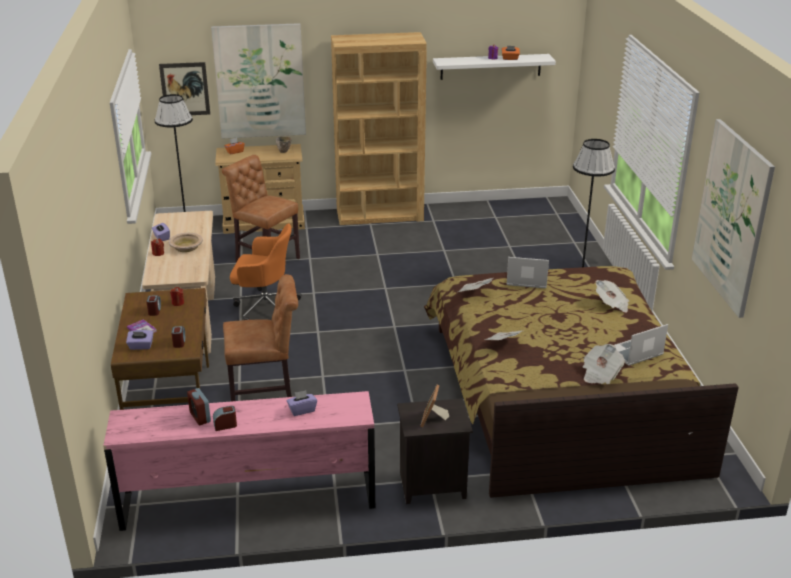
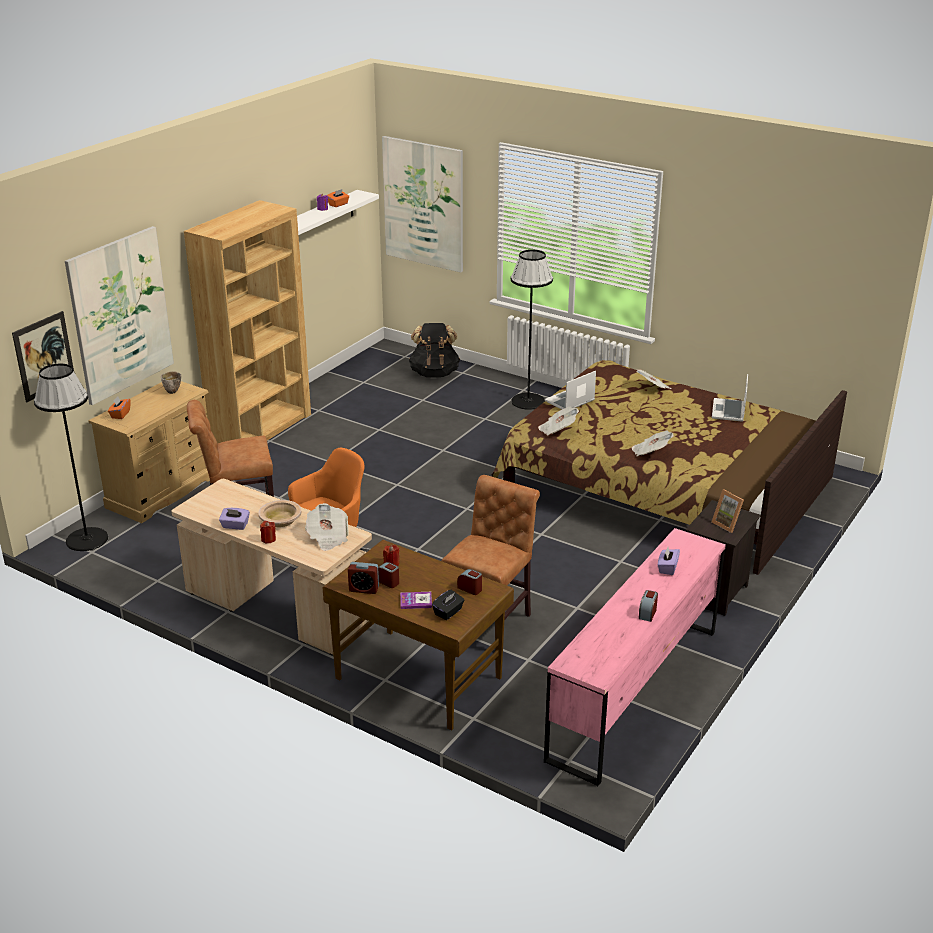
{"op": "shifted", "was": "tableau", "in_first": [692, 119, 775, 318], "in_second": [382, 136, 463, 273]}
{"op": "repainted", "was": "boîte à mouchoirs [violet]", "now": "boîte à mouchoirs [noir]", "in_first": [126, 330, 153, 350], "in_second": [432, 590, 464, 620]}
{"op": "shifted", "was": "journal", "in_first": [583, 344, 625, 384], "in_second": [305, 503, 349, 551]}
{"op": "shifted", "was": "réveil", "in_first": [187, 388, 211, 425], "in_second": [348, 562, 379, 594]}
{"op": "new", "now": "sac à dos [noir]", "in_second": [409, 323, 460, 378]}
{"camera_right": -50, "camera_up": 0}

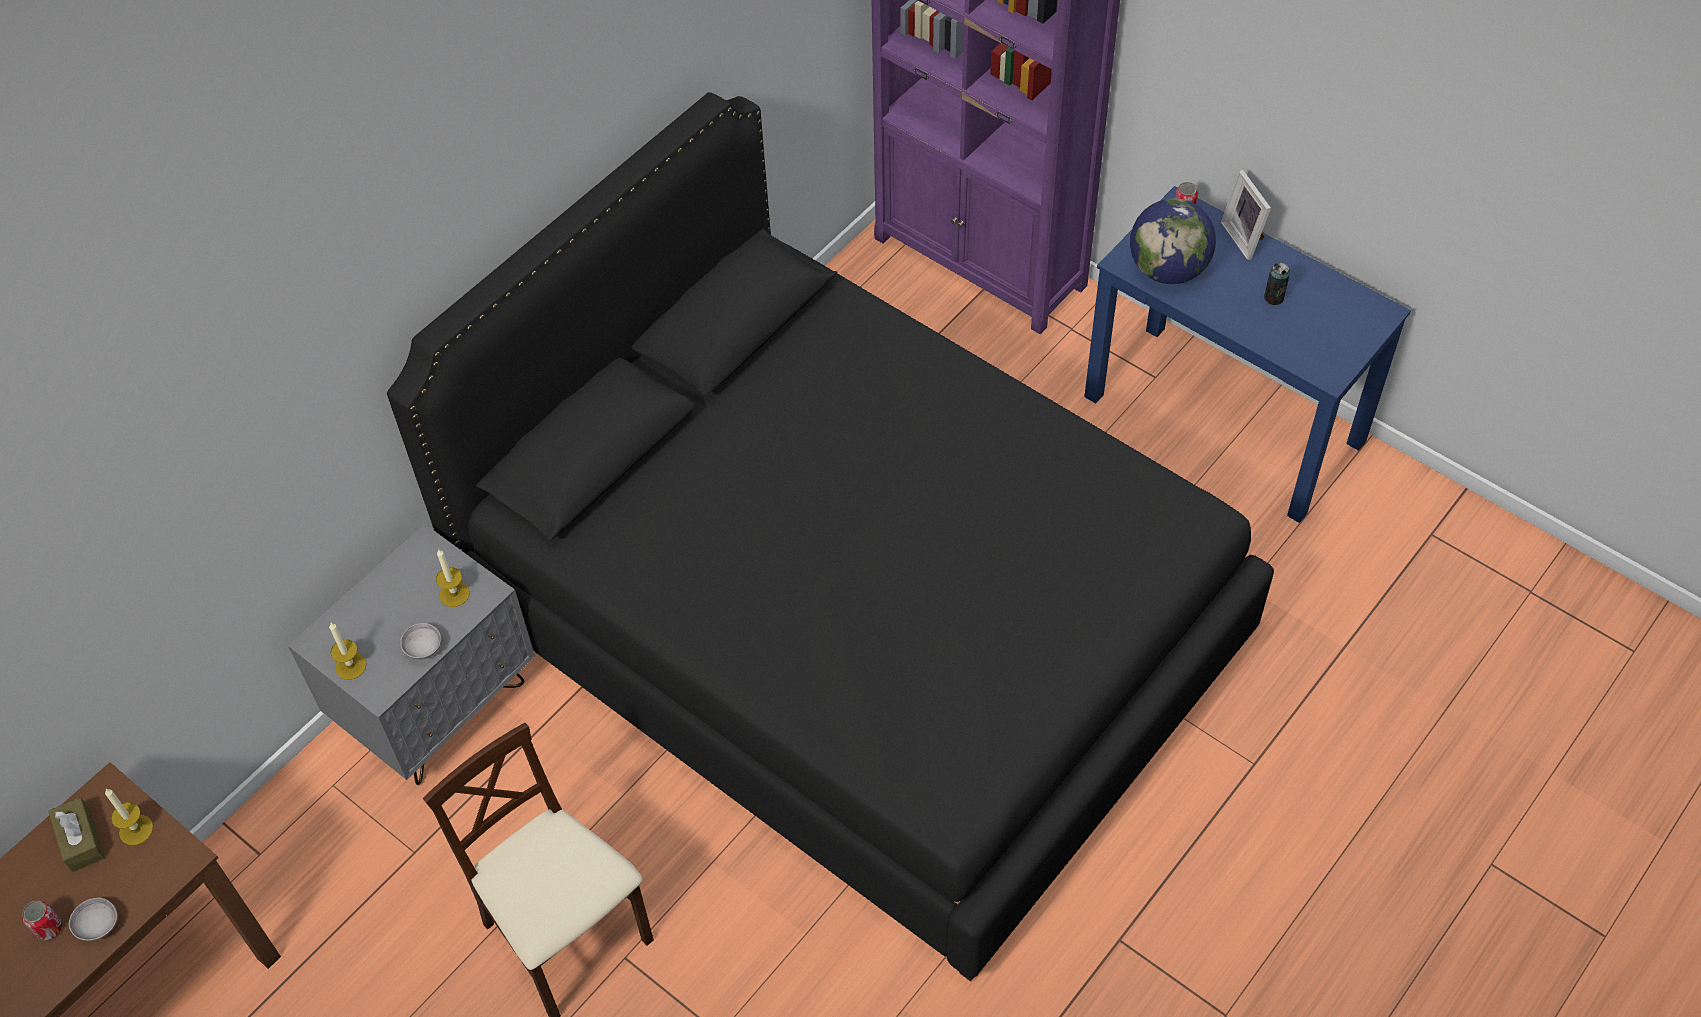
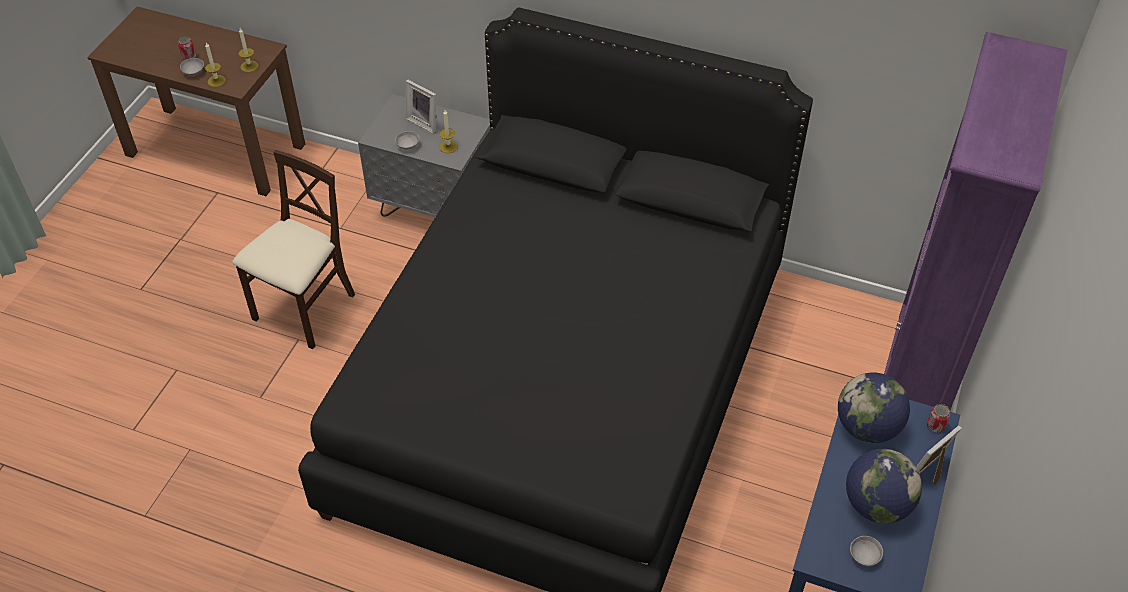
{"op": "swapped", "was": "boîte métallique", "now": "globe", "in_first": [1264, 262, 1290, 305], "in_second": [846, 449, 922, 523]}
{"op": "shifted", "was": "bougie", "in_first": [329, 623, 367, 680], "in_second": [205, 43, 226, 87]}
{"op": "gone", "was": "boîte à mouchoirs [marron]", "in_first": [48, 797, 105, 872]}
{"op": "new", "now": "cadre photo", "in_second": [406, 80, 437, 134]}
{"op": "new", "now": "bol [gris]", "in_second": [850, 536, 883, 566]}
{"camera_right": 70, "camera_up": -5}

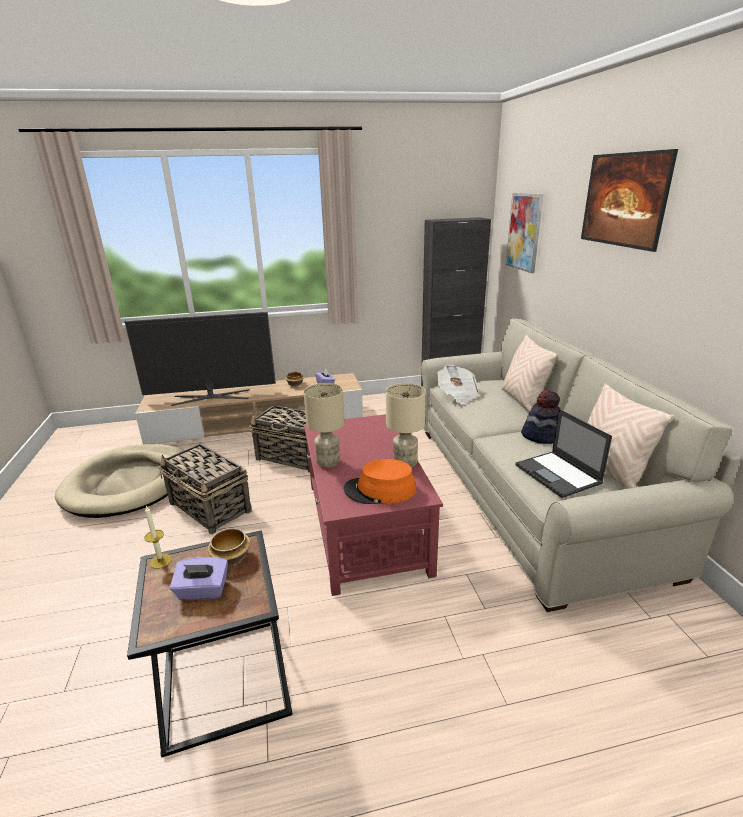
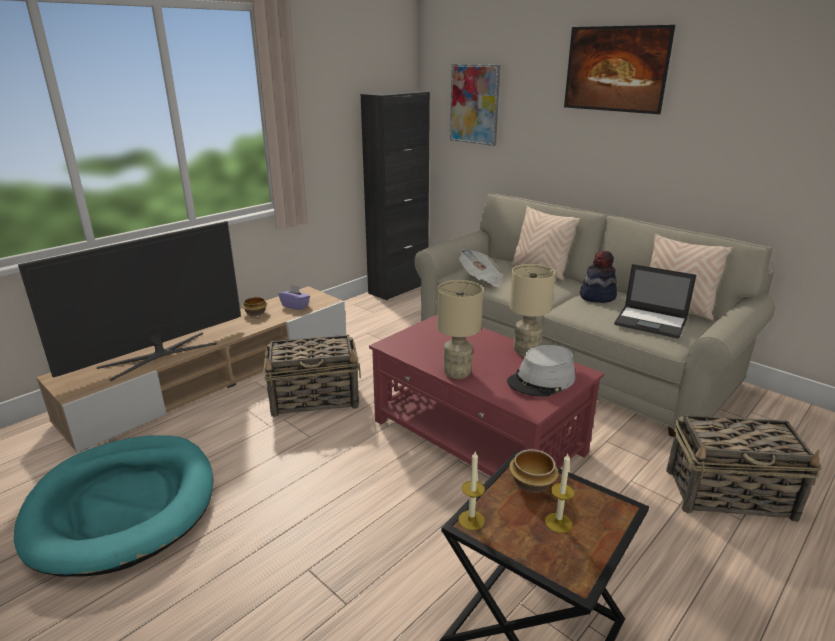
{"op": "repainted", "was": "panier pour chien [beige]", "now": "panier pour chien [turquoise]", "in_first": [55, 444, 183, 518], "in_second": [14, 435, 213, 577]}
{"op": "shifted", "was": "panier", "in_first": [159, 444, 252, 534], "in_second": [666, 415, 821, 522]}
{"op": "repainted", "was": "chapeau [orange]", "now": "chapeau [gris]", "in_first": [343, 459, 416, 504], "in_second": [507, 345, 575, 397]}
{"op": "swapped", "was": "boîte à mouchoirs [violet]", "now": "bougie", "in_first": [170, 557, 228, 600], "in_second": [545, 454, 575, 533]}
{"camera_right": -35, "camera_up": 0}

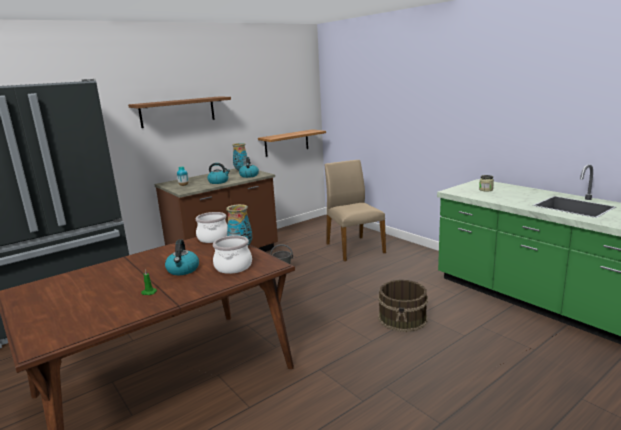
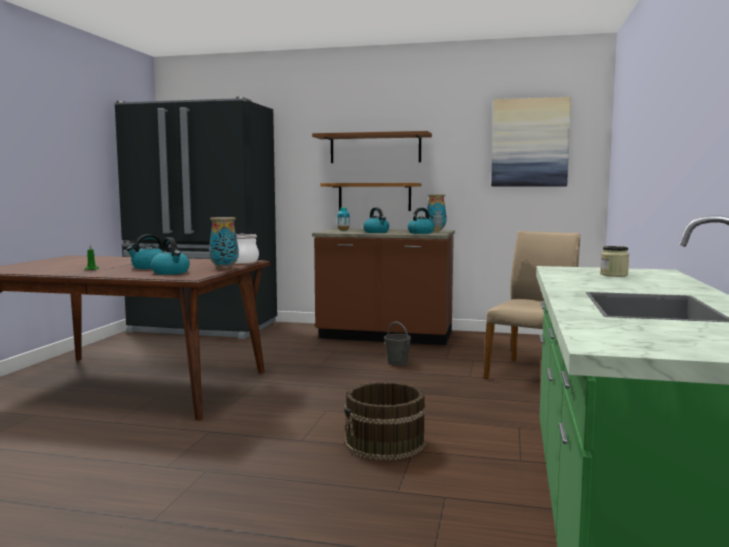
{"op": "shifted", "was": "étagère", "in_first": [258, 129, 326, 157], "in_second": [321, 183, 422, 211]}
{"op": "swapped", "was": "marmite", "now": "bouilloire", "in_first": [213, 235, 252, 274], "in_second": [151, 237, 190, 275]}
{"op": "new", "now": "tableau", "in_second": [491, 97, 571, 186]}
{"camera_right": 50, "camera_up": -10}

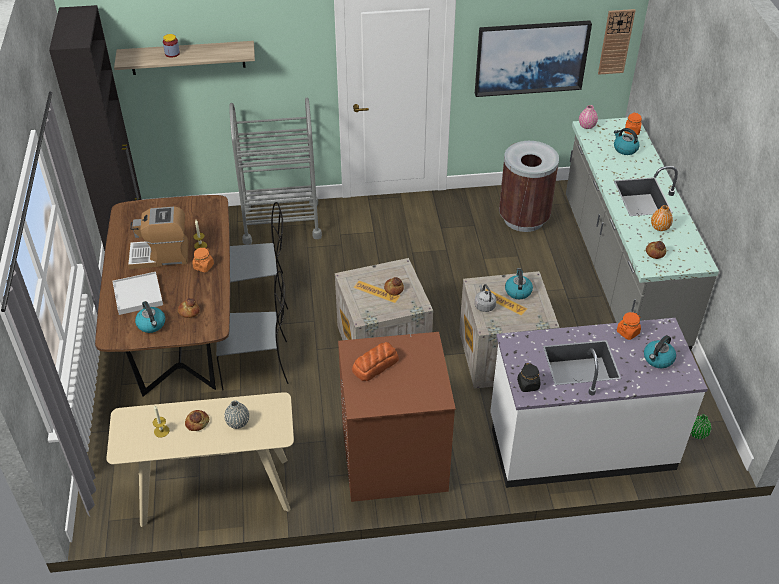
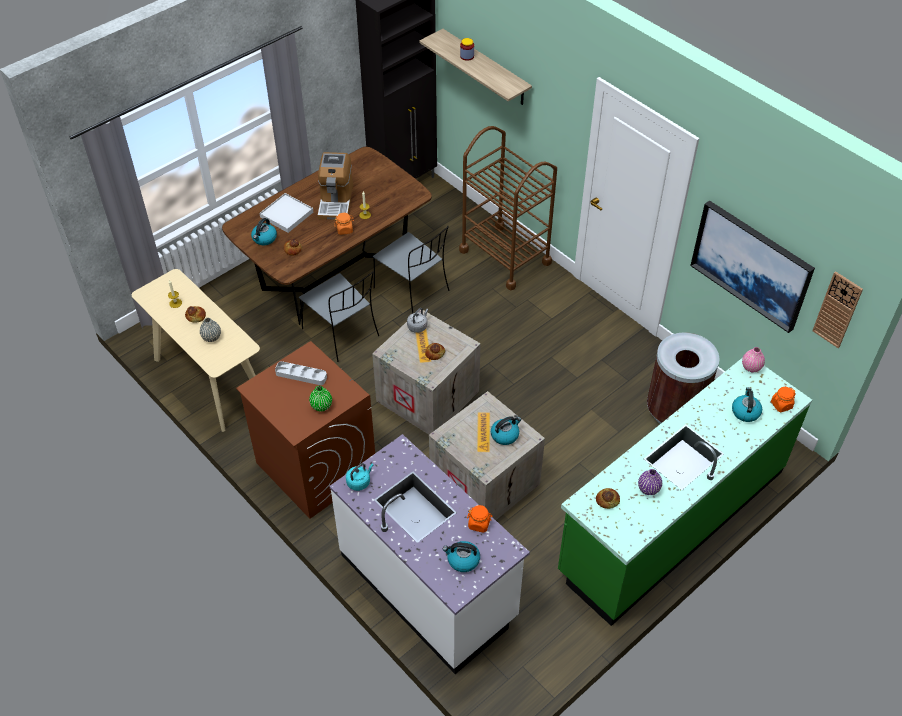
{"op": "repainted", "was": "chariot [gris]", "now": "chariot [marron]", "in_first": [229, 98, 322, 245], "in_second": [459, 126, 557, 290]}
{"op": "repainted", "was": "comptoir de cuisine [gris]", "now": "comptoir de cuisine [vert]", "in_first": [566, 117, 719, 351], "in_second": [558, 358, 812, 626]}
{"op": "repainted", "was": "vase [orange]", "now": "vase [violet]", "in_first": [651, 205, 673, 231], "in_second": [638, 469, 662, 495]}
{"op": "rotated", "was": "machine à café", "in_first": [128, 206, 188, 269], "in_second": [317, 152, 353, 220], "clockwise": -135}
{"op": "shifted", "was": "bouilloire [gris]", "in_first": [475, 284, 496, 312], "in_second": [407, 308, 428, 333]}
{"op": "swapped", "was": "pain", "now": "plateau [gris]", "in_first": [352, 342, 399, 381], "in_second": [275, 361, 327, 385]}
{"op": "swapped", "was": "bocal [noir]", "now": "bouilloire [turquoise]", "in_first": [517, 363, 540, 392], "in_second": [346, 463, 373, 491]}
{"op": "shifted", "was": "vase [vert]", "in_first": [691, 414, 711, 439], "in_second": [309, 386, 332, 411]}
{"camera_right": 55, "camera_up": 5}

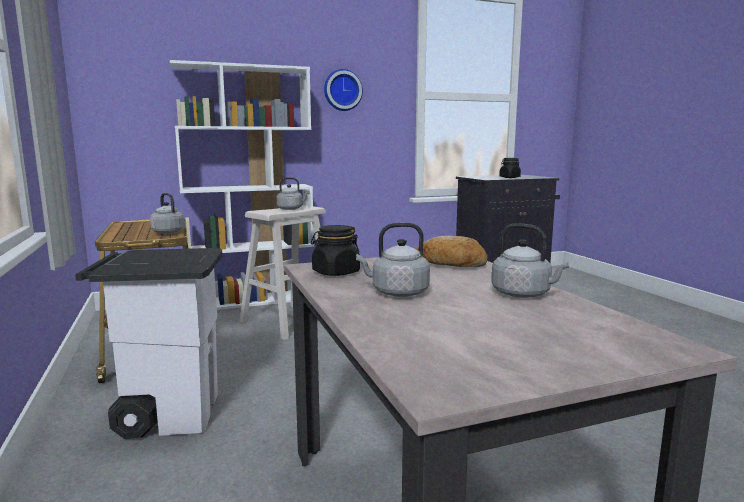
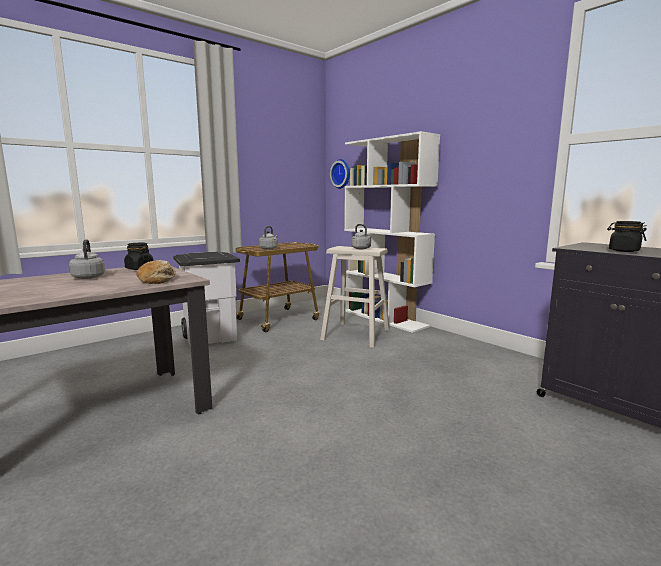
{"op": "shifted", "was": "horloge murale", "in_first": [324, 69, 363, 111], "in_second": [330, 159, 350, 189]}
{"op": "gone", "was": "bouilloire [gris]", "in_first": [491, 223, 569, 298]}
{"camera_right": 70, "camera_up": 0}

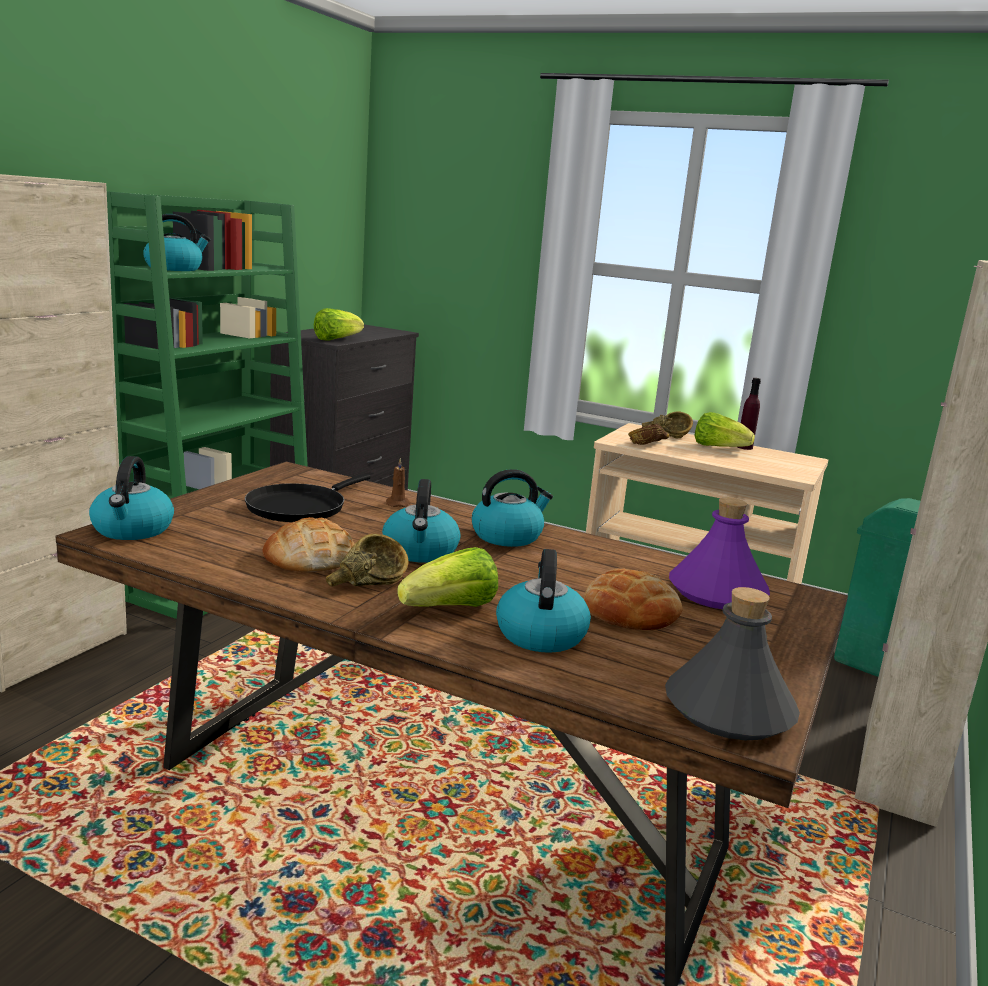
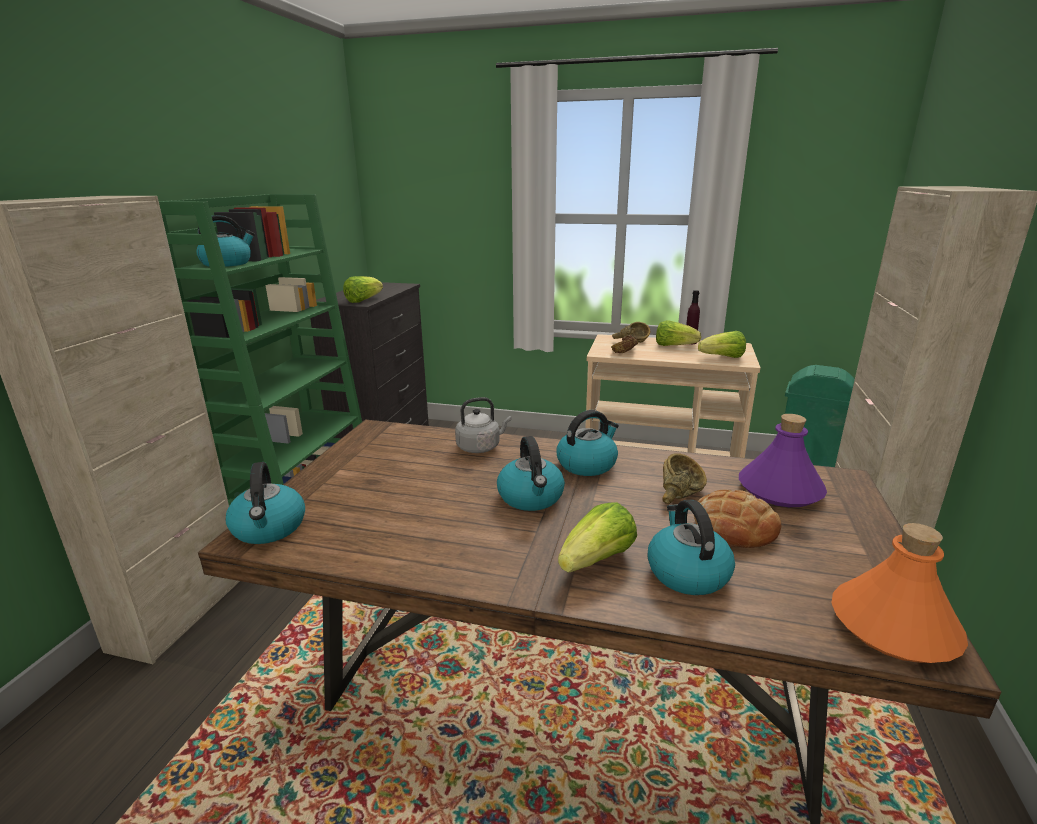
{"op": "swapped", "was": "bougie [marron]", "now": "bouilloire [gris]", "in_first": [386, 458, 411, 507], "in_second": [455, 397, 512, 453]}
{"op": "gone", "was": "poêle [noir]", "in_first": [245, 474, 371, 522]}
{"op": "gone", "was": "pain", "in_first": [262, 517, 354, 572]}
{"op": "shifted", "was": "bol [marron]", "in_first": [326, 534, 409, 587], "in_second": [662, 453, 707, 504]}
{"op": "repainted", "was": "bouteille [gris]", "now": "bouteille [orange]", "in_first": [665, 587, 800, 740], "in_second": [832, 523, 968, 663]}
{"op": "new", "now": "laitue", "in_second": [698, 331, 746, 358]}
{"camera_right": -10, "camera_up": 5}

